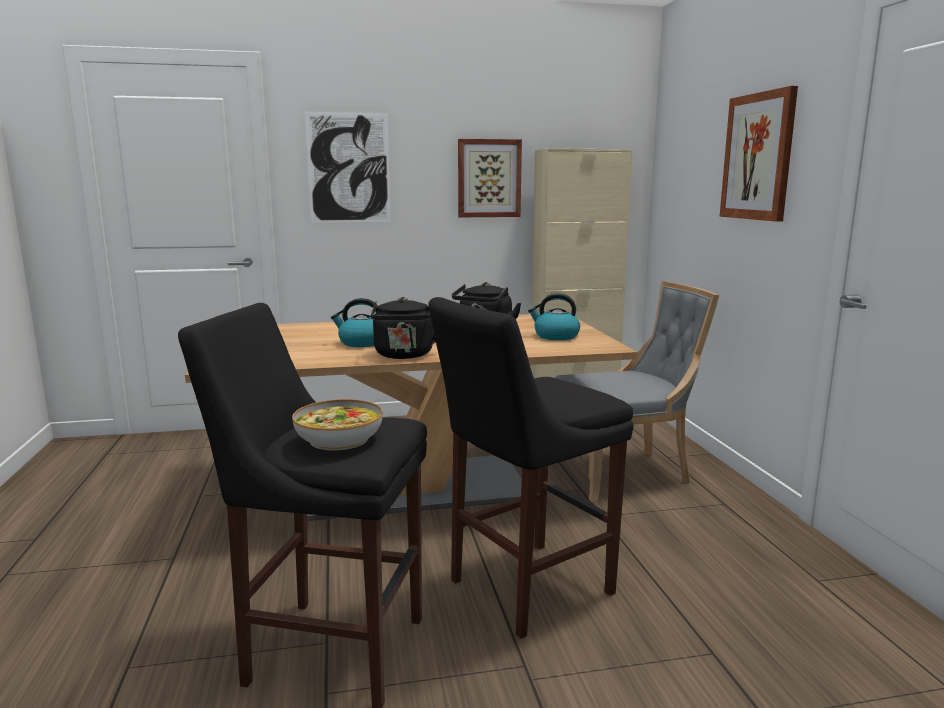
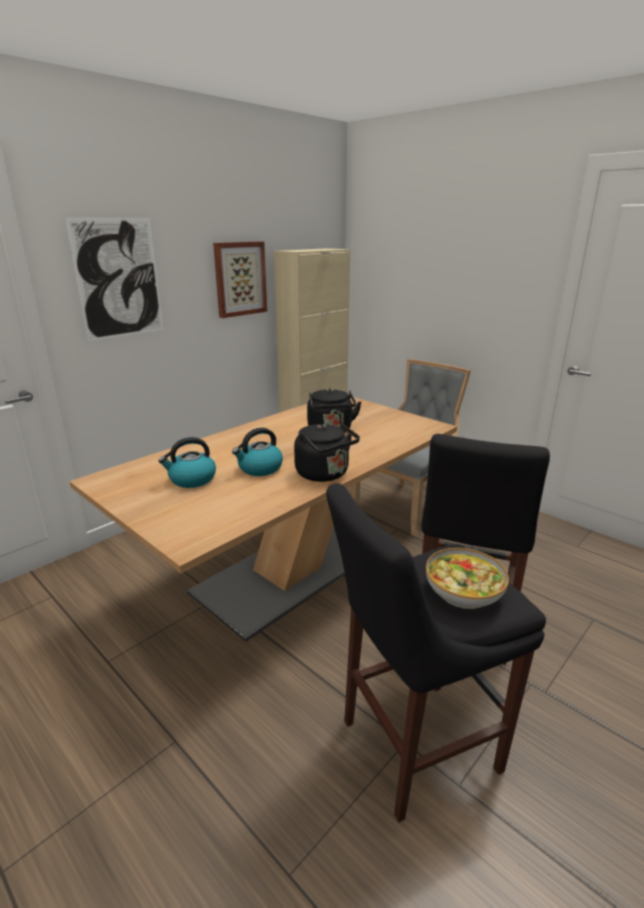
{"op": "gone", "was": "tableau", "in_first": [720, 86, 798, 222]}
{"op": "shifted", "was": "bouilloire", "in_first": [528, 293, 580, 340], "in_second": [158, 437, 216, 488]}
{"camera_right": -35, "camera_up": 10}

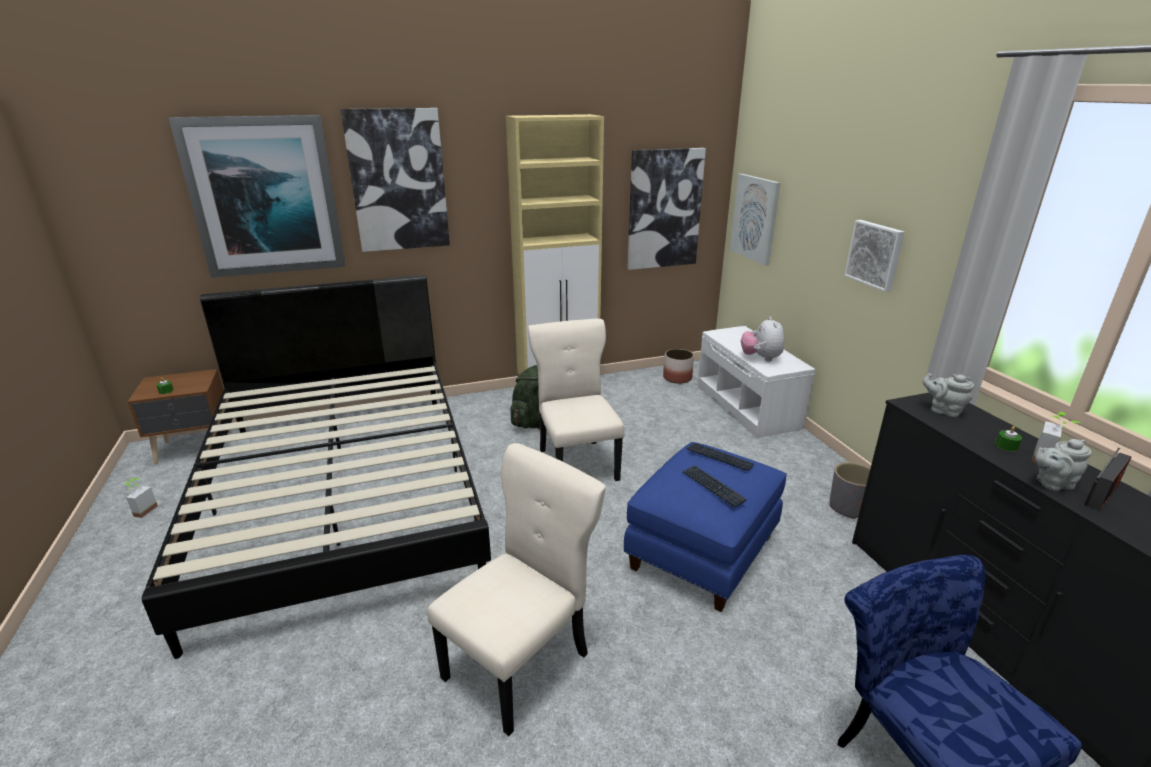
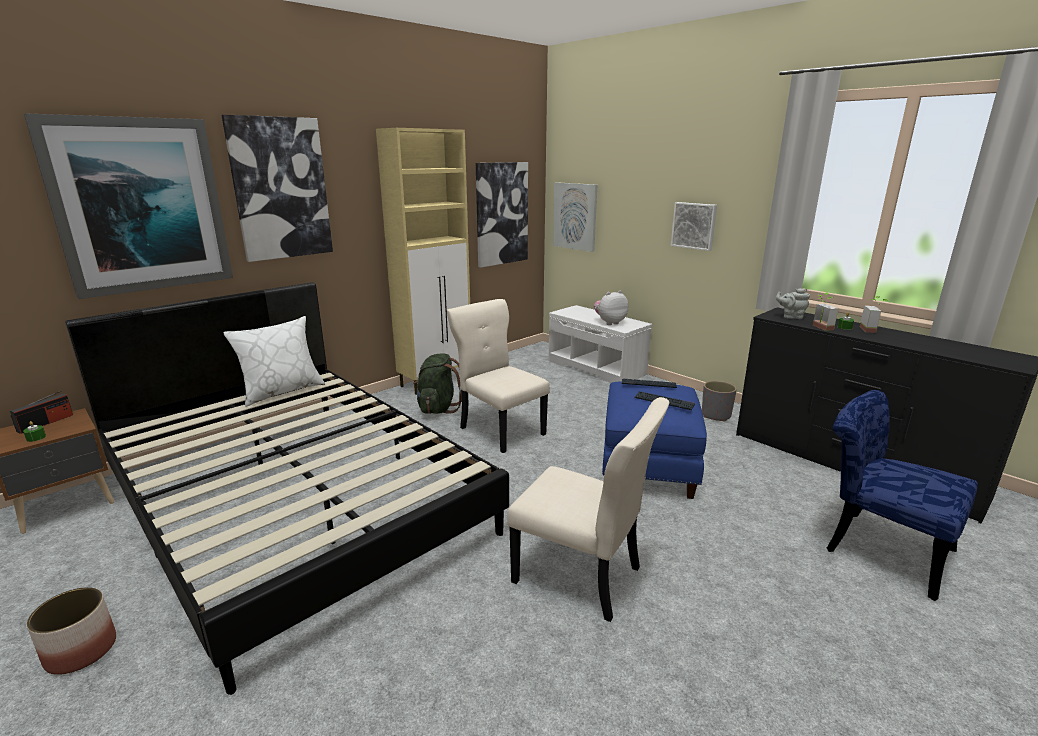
{"op": "rotated", "was": "peluche", "in_first": [741, 317, 784, 362], "in_second": [594, 291, 628, 325], "clockwise": 90}
{"op": "shifted", "was": "cache-pot", "in_first": [663, 349, 694, 384], "in_second": [27, 587, 116, 675]}
{"op": "gone", "was": "théière [gris]", "in_first": [1035, 439, 1092, 491]}
{"op": "rotated", "was": "chaise [beige]", "in_first": [427, 443, 606, 736], "in_second": [507, 397, 669, 622], "clockwise": 105}
{"op": "shifted", "was": "radio", "in_first": [1084, 448, 1131, 511], "in_second": [10, 391, 73, 434]}
{"op": "shifted", "was": "plante en pot", "in_first": [125, 478, 158, 518], "in_second": [813, 293, 838, 331]}
{"op": "new", "now": "coussin [blanc]", "in_second": [223, 316, 325, 407]}
{"camera_right": -25, "camera_up": -5}

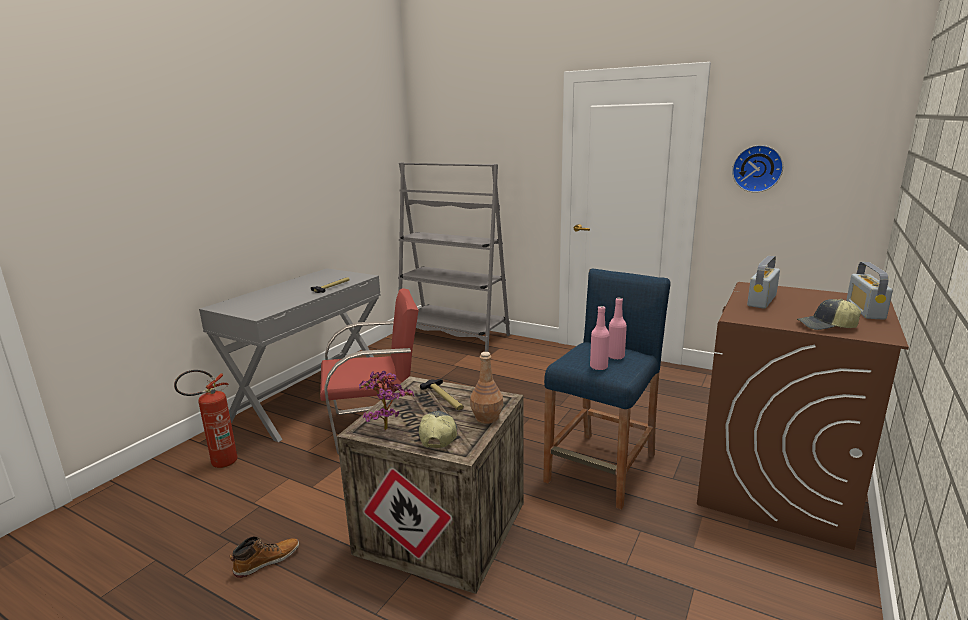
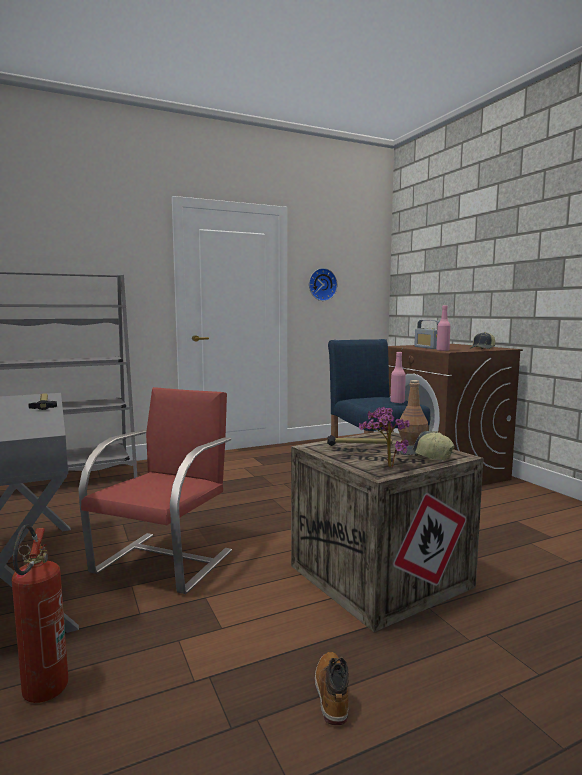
{"op": "gone", "was": "radio", "in_first": [846, 262, 893, 320]}
{"op": "shifted", "was": "bouteille [rose]", "in_first": [609, 298, 627, 359], "in_second": [437, 305, 451, 351]}
{"camera_right": -55, "camera_up": -10}

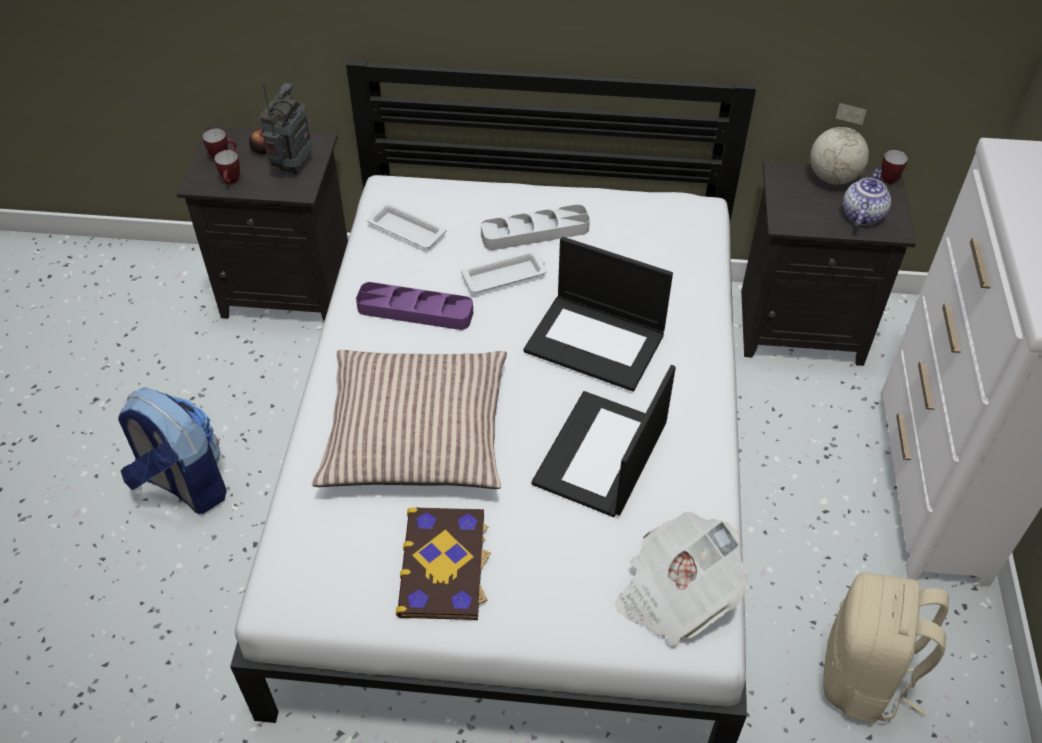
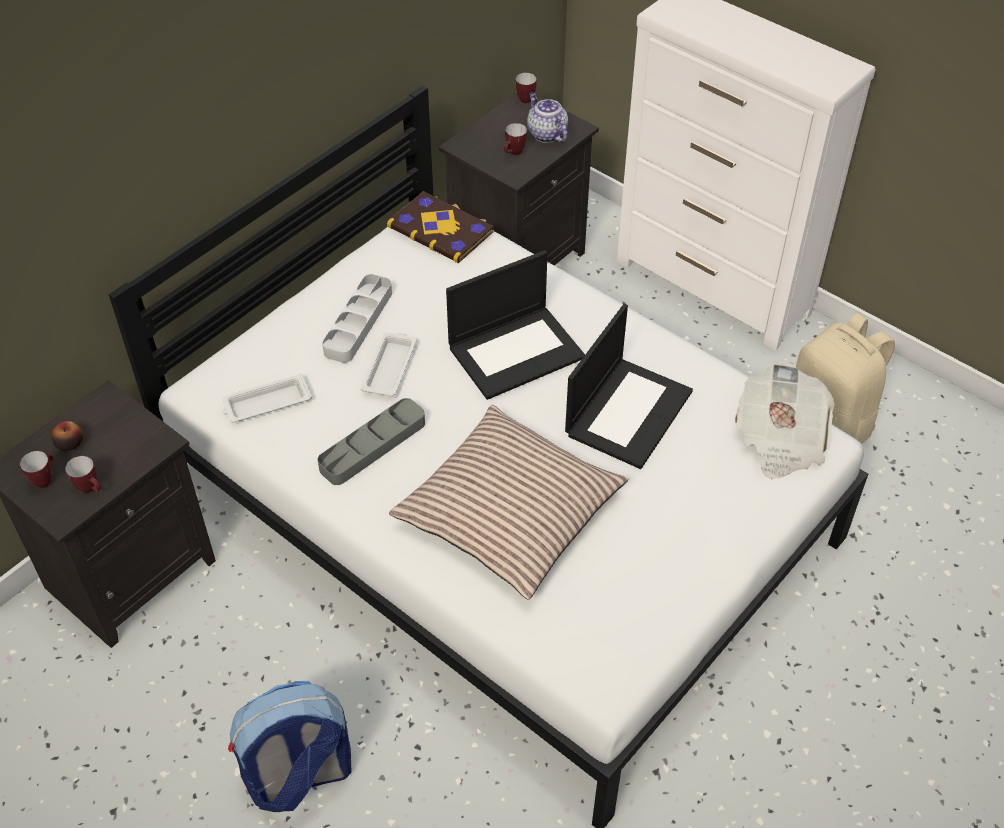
{"op": "gone", "was": "radio", "in_first": [259, 82, 312, 174]}
{"op": "gone", "was": "globe", "in_first": [810, 103, 869, 185]}
{"op": "repainted", "was": "plateau [violet]", "now": "plateau [gris]", "in_first": [356, 282, 473, 330], "in_second": [318, 398, 425, 485]}
{"op": "rotated", "was": "ordinateur portable", "in_first": [532, 365, 676, 517], "in_second": [565, 304, 693, 469], "clockwise": -120}
{"op": "shifted", "was": "livre", "in_first": [396, 507, 491, 620], "in_second": [387, 191, 493, 263]}
{"op": "new", "now": "mug", "in_second": [504, 123, 527, 155]}
{"camera_right": -55, "camera_up": 0}

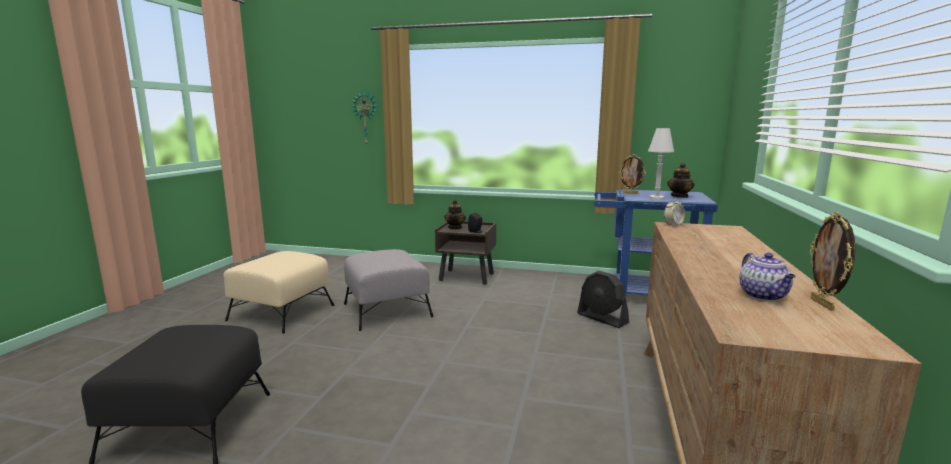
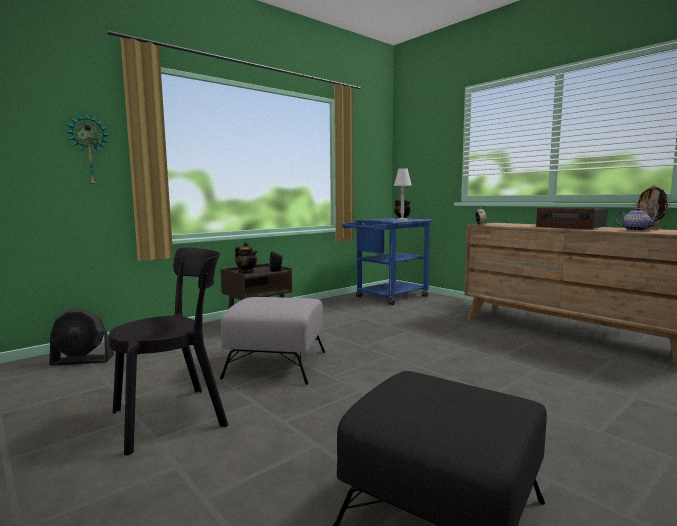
{"op": "gone", "was": "cadre photo", "in_first": [619, 154, 646, 194]}
{"op": "swapped", "was": "pouf [beige]", "now": "chaise [noir]", "in_first": [223, 251, 334, 334], "in_second": [109, 247, 228, 456]}
{"op": "shifted", "was": "ventilateur [noir]", "in_first": [577, 271, 629, 328], "in_second": [49, 309, 114, 366]}
{"op": "new", "now": "radio", "in_second": [536, 208, 608, 230]}
{"camera_right": -55, "camera_up": -5}

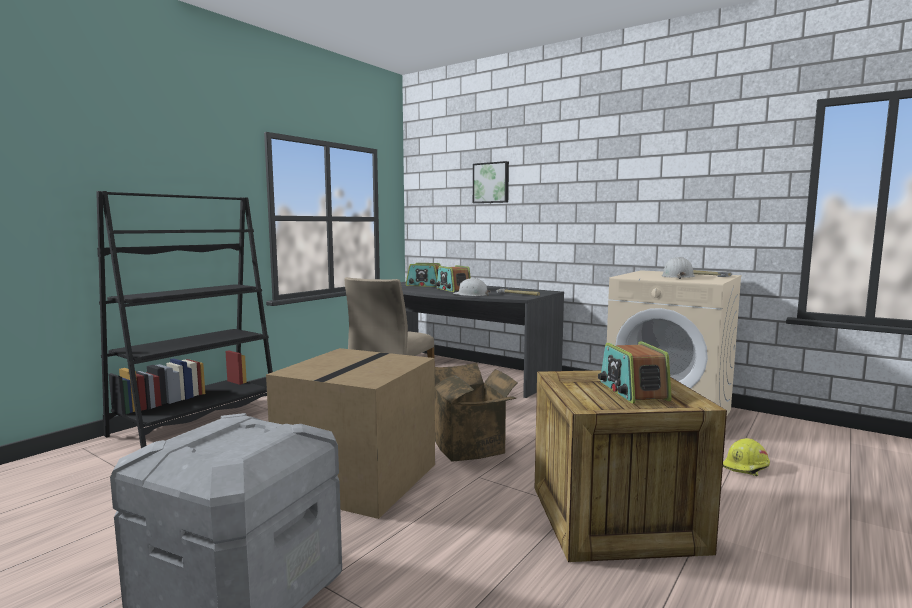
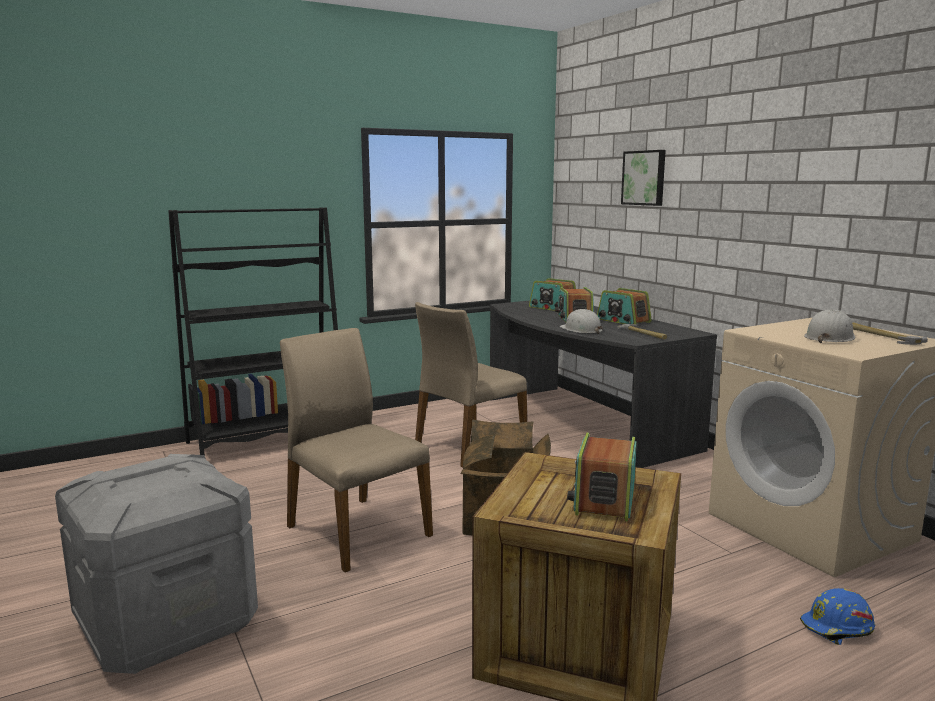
{"op": "swapped", "was": "carton", "now": "chaise [beige]", "in_first": [266, 348, 435, 519], "in_second": [280, 328, 433, 572]}
{"op": "repainted", "was": "casque de chantier [jaune]", "now": "casque de chantier [bleu]", "in_first": [723, 438, 770, 476], "in_second": [800, 588, 875, 645]}
{"op": "new", "now": "radio", "in_second": [597, 288, 652, 324]}
{"camera_right": 25, "camera_up": 5}

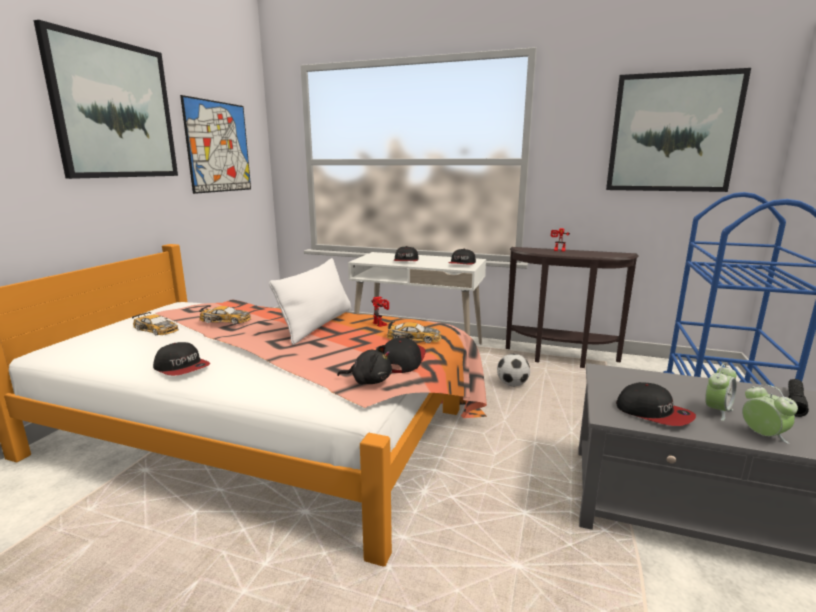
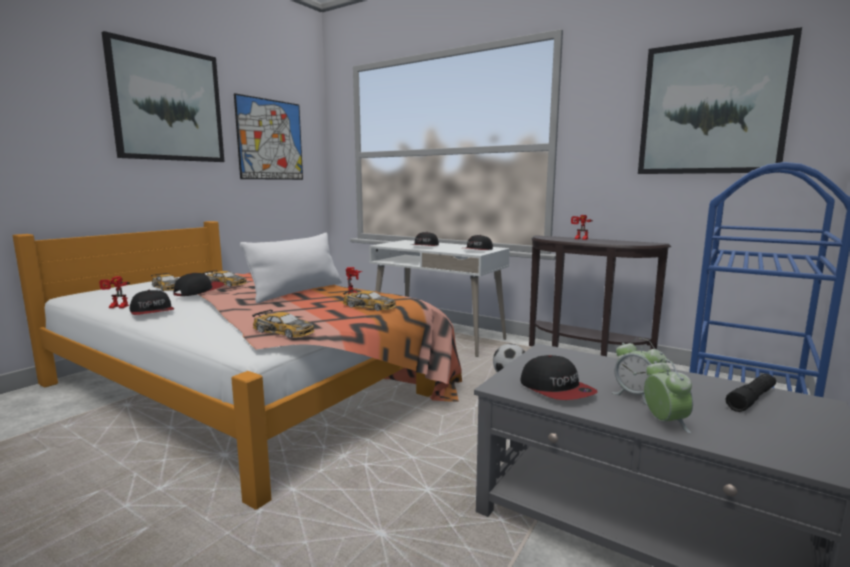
{"op": "shifted", "was": "casquette", "in_first": [384, 338, 426, 373], "in_second": [174, 273, 225, 296]}
{"op": "swapped", "was": "peluche [noir]", "now": "petite voiture", "in_first": [337, 345, 392, 384], "in_second": [252, 310, 315, 338]}
{"op": "rotated", "was": "réveil", "in_first": [705, 363, 737, 421], "in_second": [612, 338, 667, 405], "clockwise": 75}
{"op": "new", "now": "robot jouet", "in_second": [99, 276, 130, 308]}
{"camera_right": 15, "camera_up": -5}

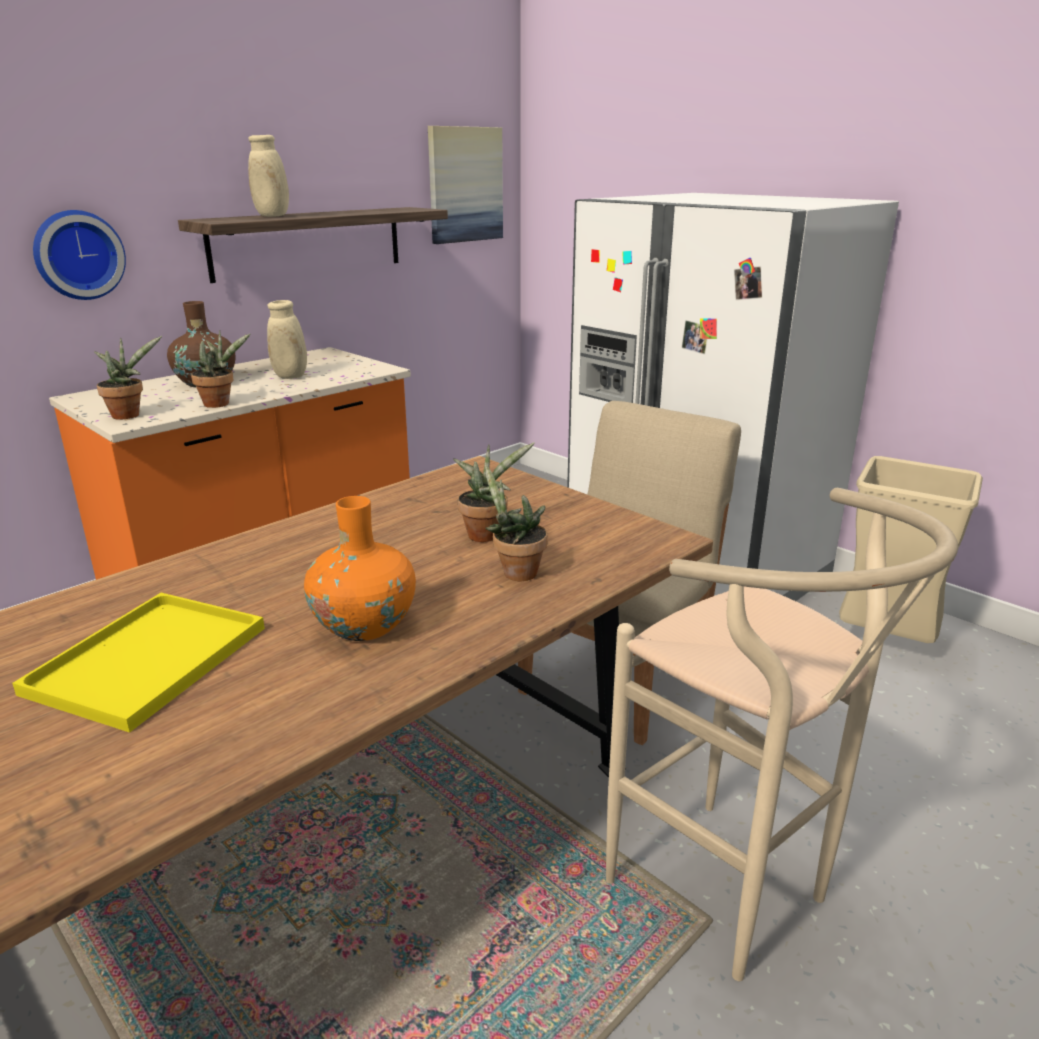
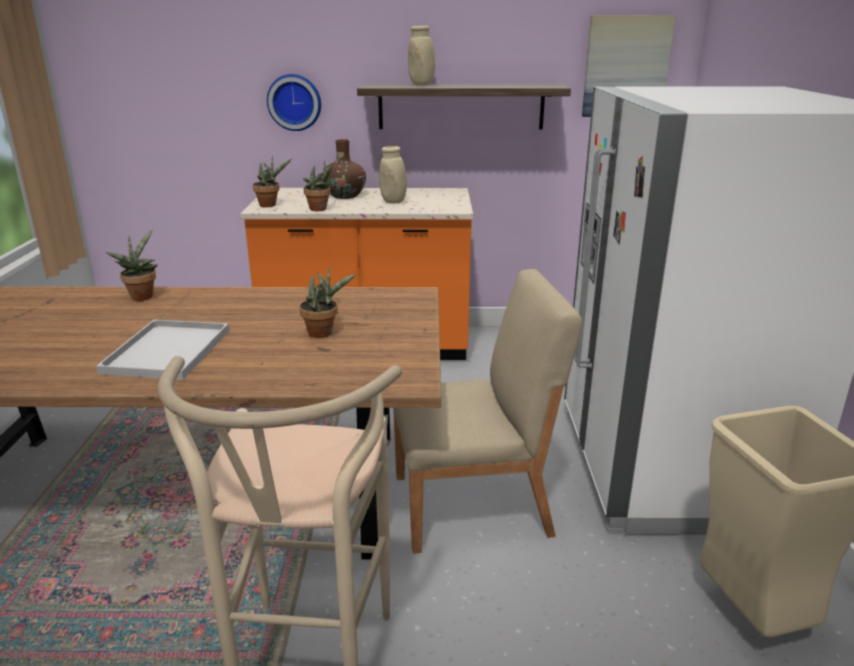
{"op": "shifted", "was": "plante en pot", "in_first": [485, 463, 548, 581], "in_second": [106, 229, 158, 301]}
{"op": "swapped", "was": "vase [orange]", "now": "plateau [blanc]", "in_first": [304, 496, 416, 641], "in_second": [96, 320, 230, 380]}
{"op": "gone", "was": "plateau [jaune]", "in_first": [12, 593, 265, 733]}
{"camera_right": 45, "camera_up": 0}

